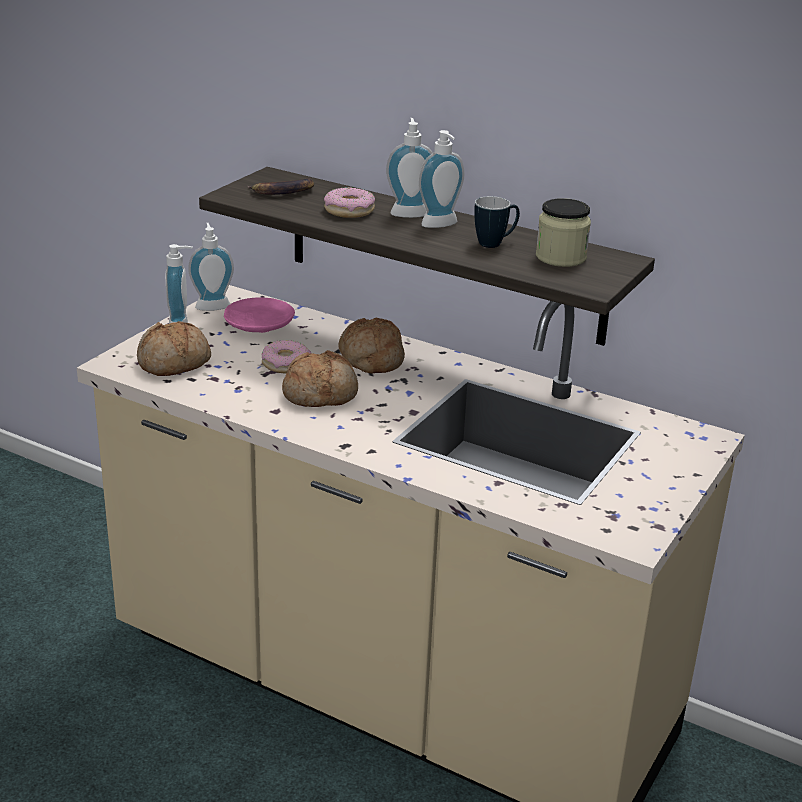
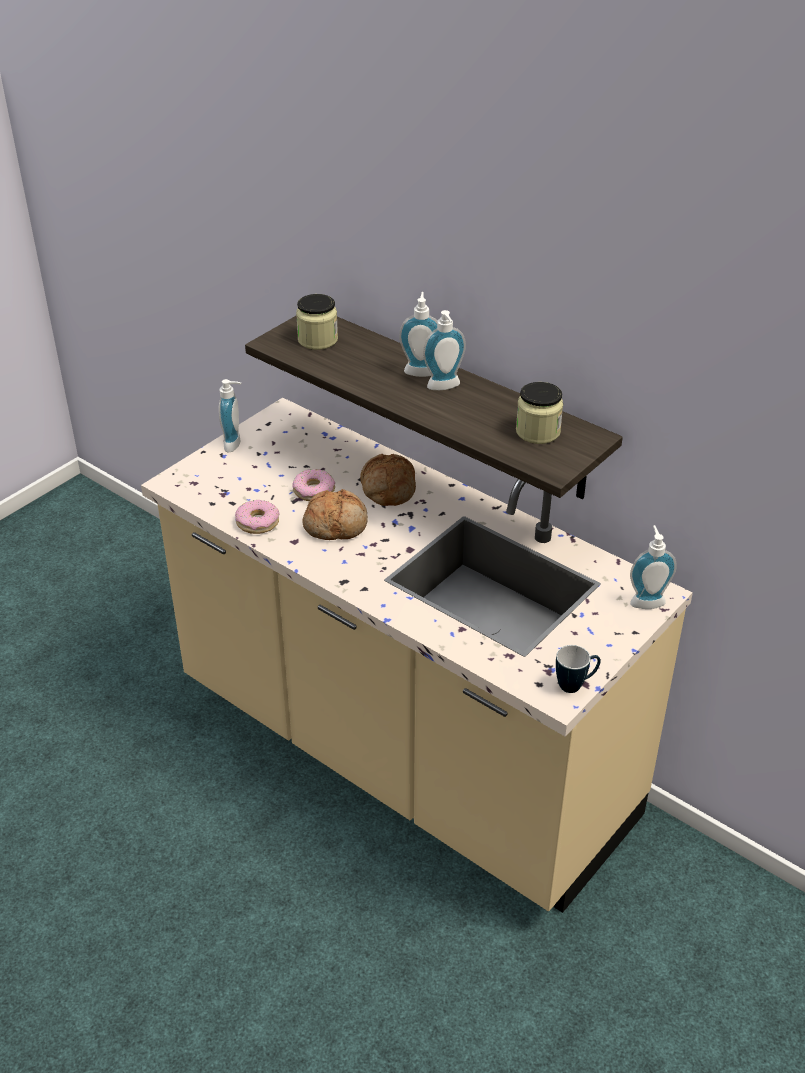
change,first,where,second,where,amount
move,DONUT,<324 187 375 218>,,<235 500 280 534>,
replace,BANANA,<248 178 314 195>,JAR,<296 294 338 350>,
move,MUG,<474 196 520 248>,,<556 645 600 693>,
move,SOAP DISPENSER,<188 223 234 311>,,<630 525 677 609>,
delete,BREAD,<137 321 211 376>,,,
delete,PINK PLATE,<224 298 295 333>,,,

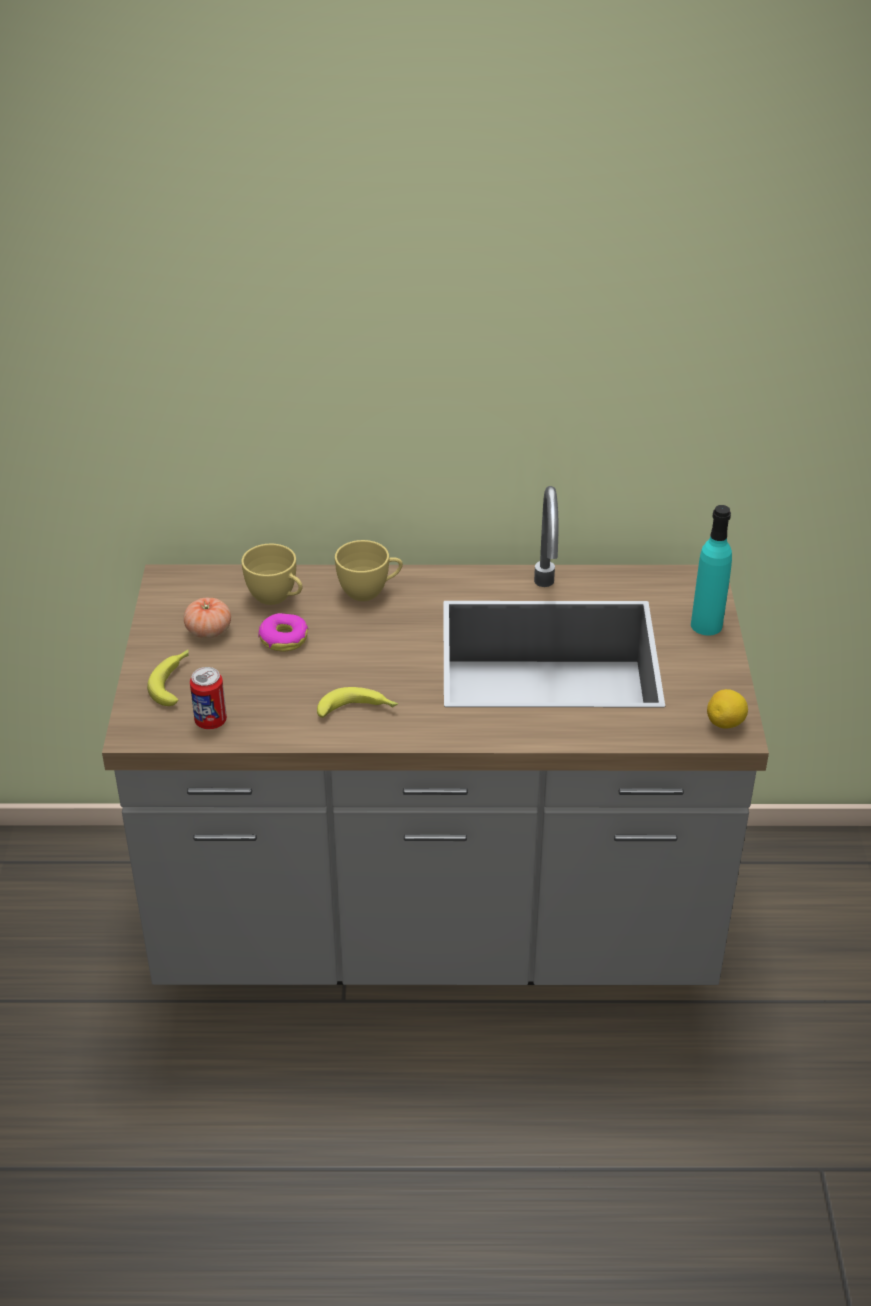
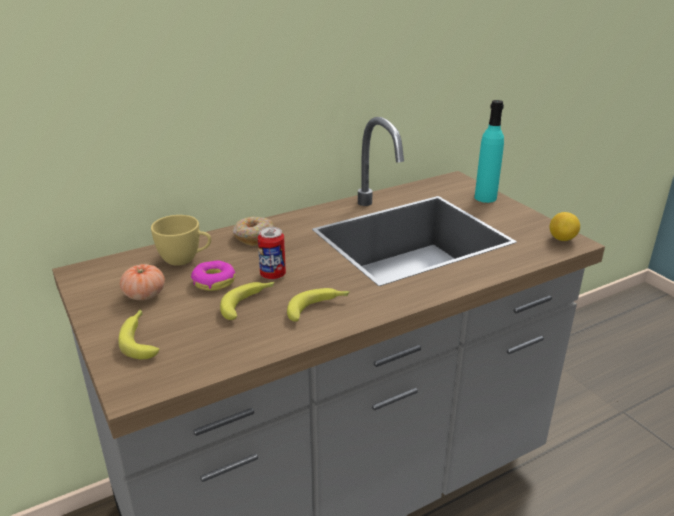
change,first,where,second,where,amount
insert,,,BANANA,<220 282 275 320>,
replace,YELLOW CUP,<335 540 403 601>,DONUT,<233 217 275 246>,
move,CAN,<190 667 227 729>,,<258 227 286 280>,

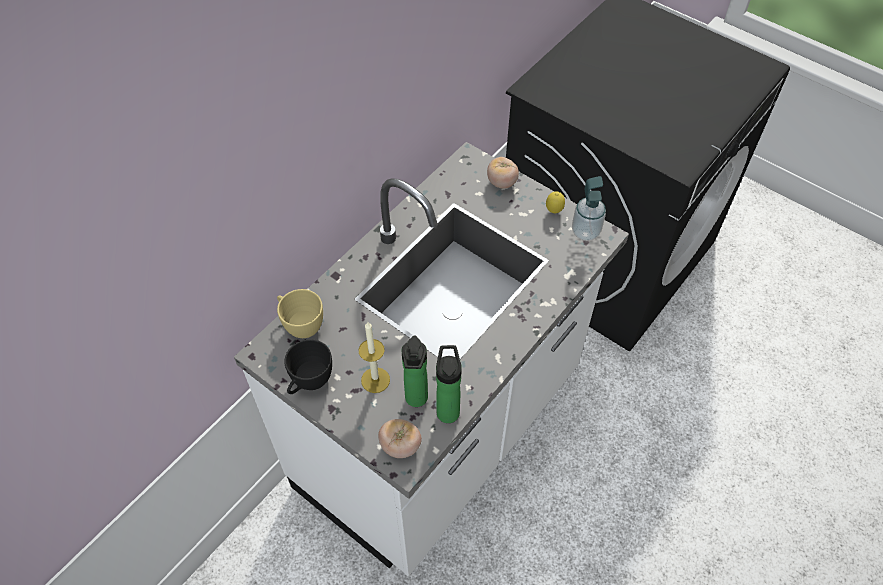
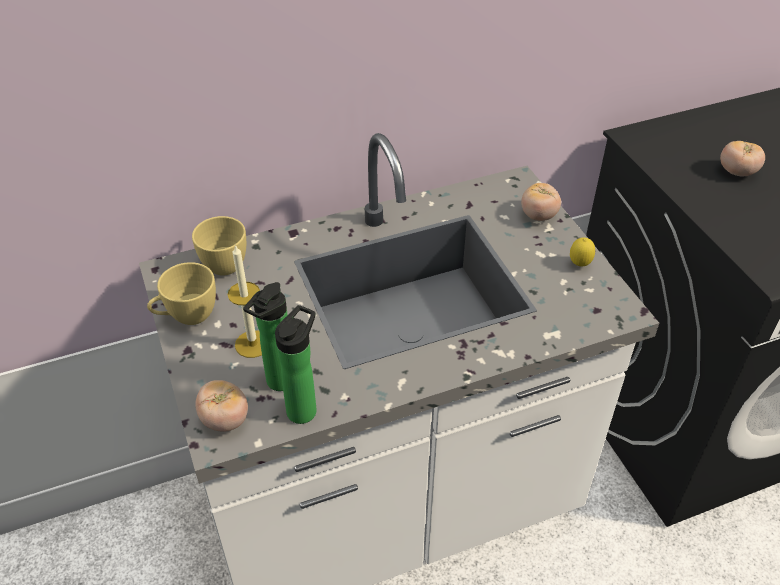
change,first,where,second,where,amount
recolor,BLACK CUP,<284 339 332 394>,YELLOW CUP,<147 262 216 325>,
insert,,,TOMATO,<720 141 765 176>,
delete,SOAP DISPENSER,<572 176 606 241>,,,

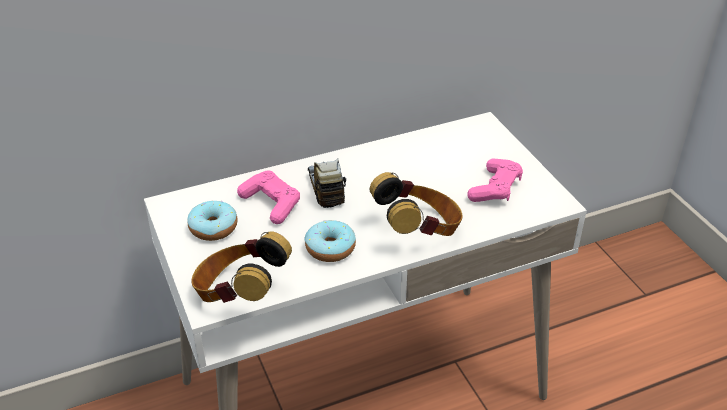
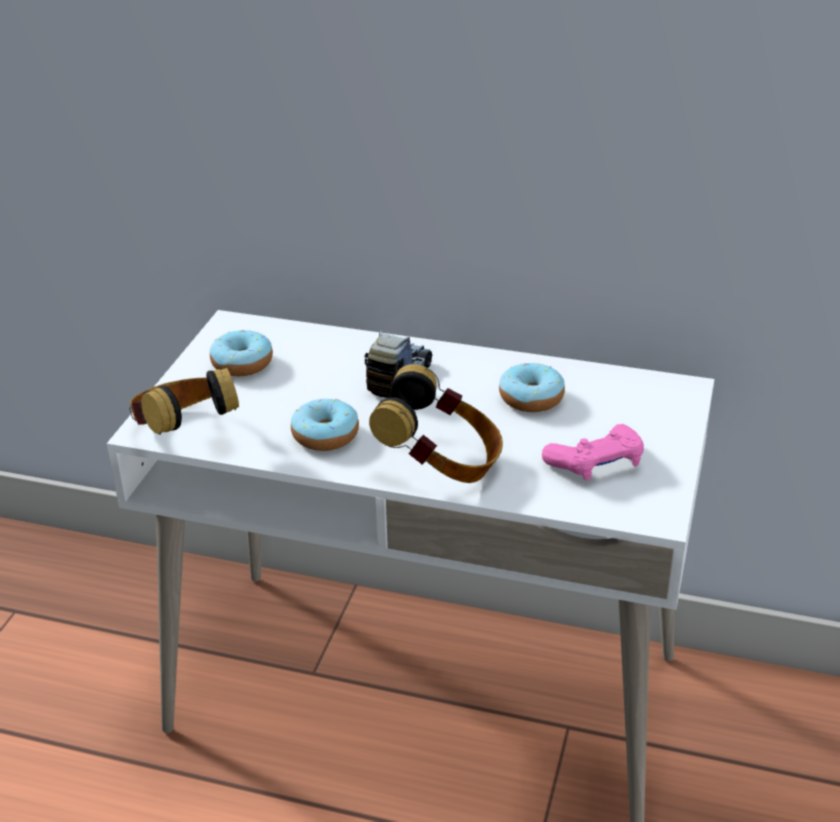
change,first,where,second,where,amount
insert,,,DONUT,<499 363 565 412>,
delete,PINK GAME CONTROLLER,<237 171 300 224>,,,

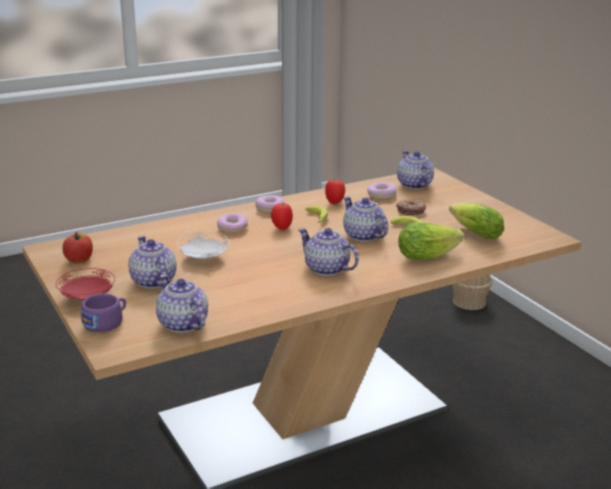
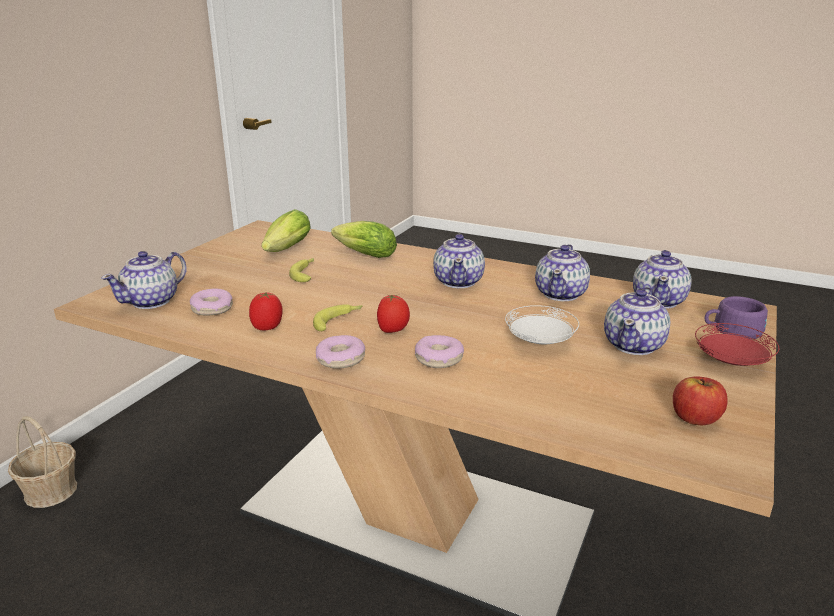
change,first,where,second,where,amount
move,TEAPOT,<343 197 388 242>,,<535 244 590 301>,
delete,DONUT,<396 199 426 215>,,,

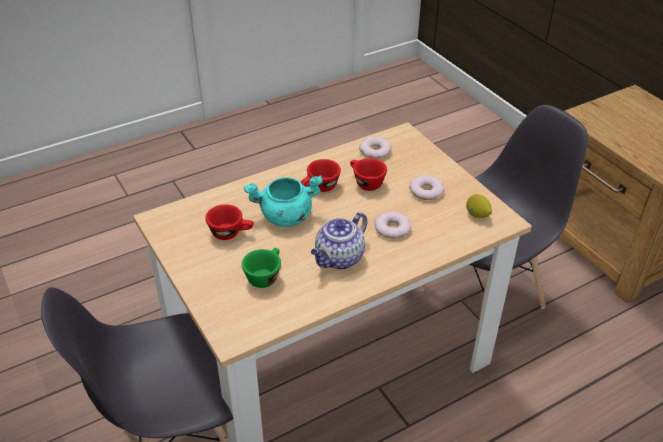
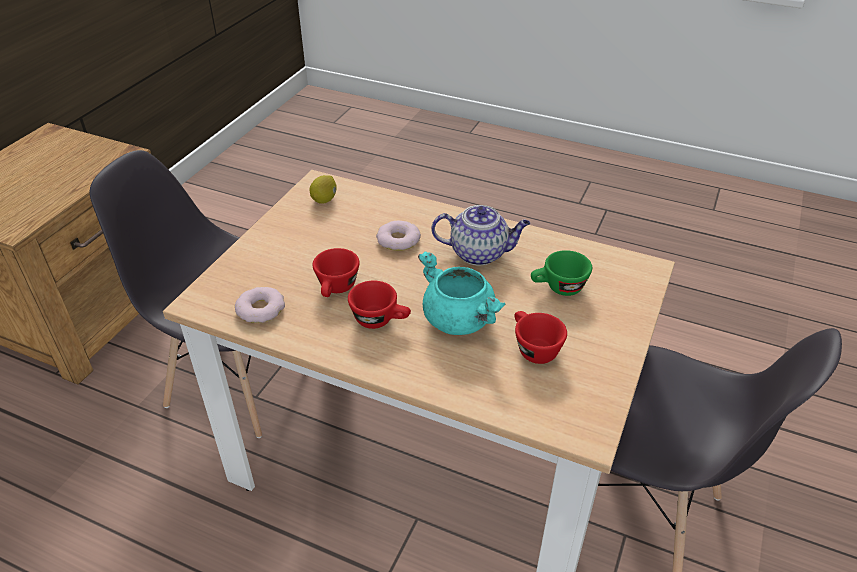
change,first,where,second,where,amount
delete,DONUT,<409 176 445 200>,,,

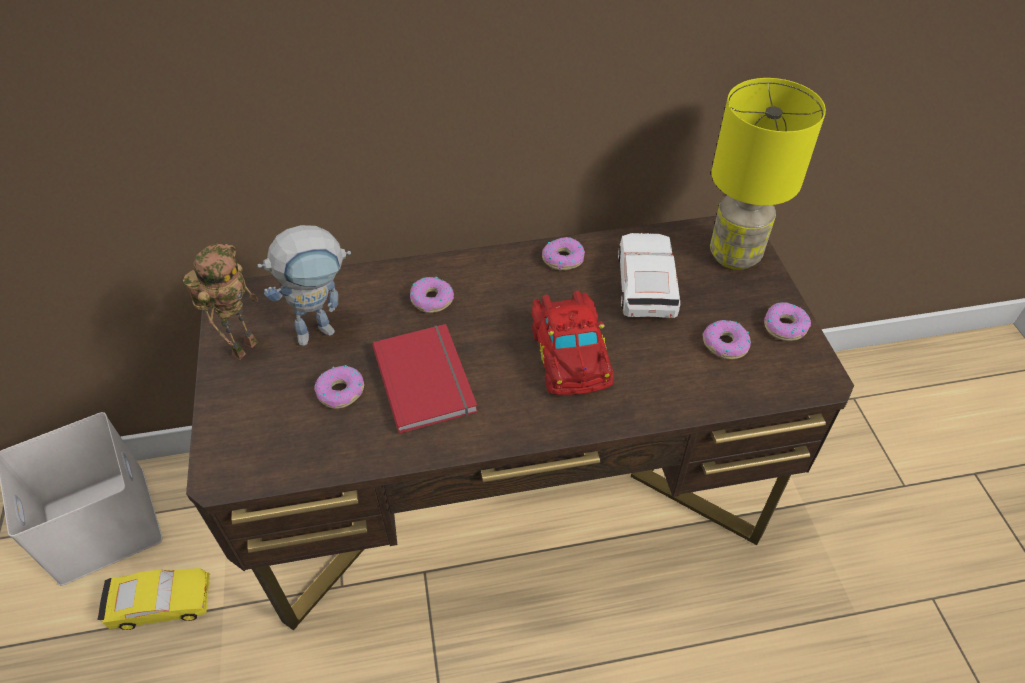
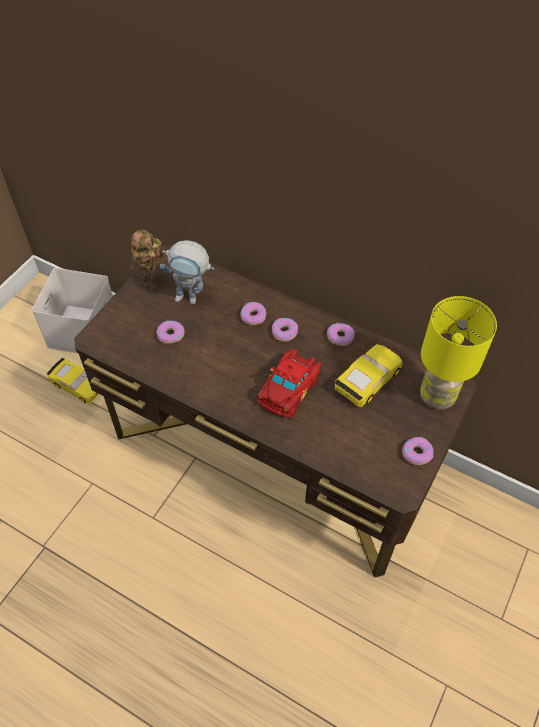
change,first,where,second,where,amount
rotate,TOY ROBOT,<183 244 258 360>,,<130 230 163 291>,60 degrees clockwise
move,DONUT,<702 320 751 359>,,<272 318 298 342>,
recolor,WHITE TOY CAR,<618 233 681 318>,YELLOW TOY CAR,<335 344 403 407>,
delete,RED BOOK,<372 324 478 434>,,,

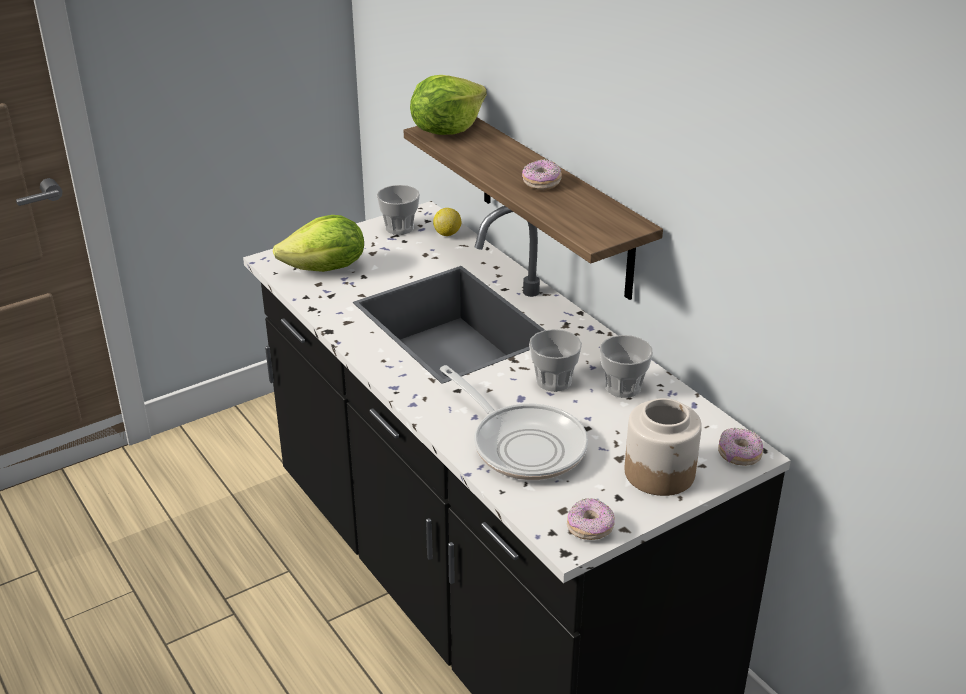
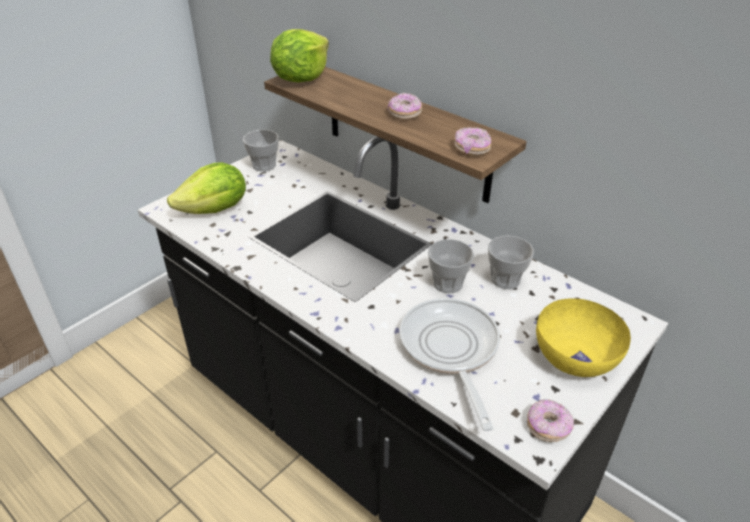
change,first,where,second,where,amount
rotate,FRYING PAN,<440 365 588 480>,,<399 298 500 431>,135 degrees counterclockwise
move,DONUT,<718 428 763 466>,,<454 127 491 155>,
replace,JAR,<625 398 702 496>,YELLOW BOWL,<536 298 631 377>,
delete,LEMON,<433 208 462 236>,,,

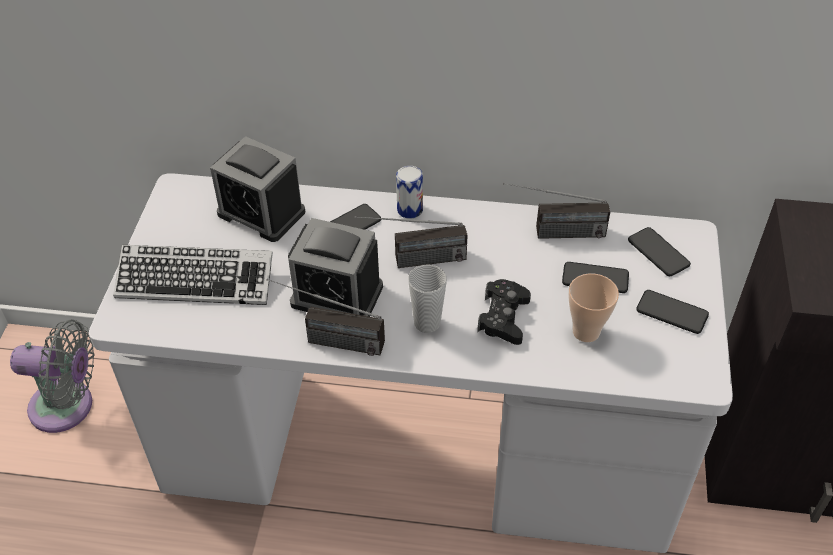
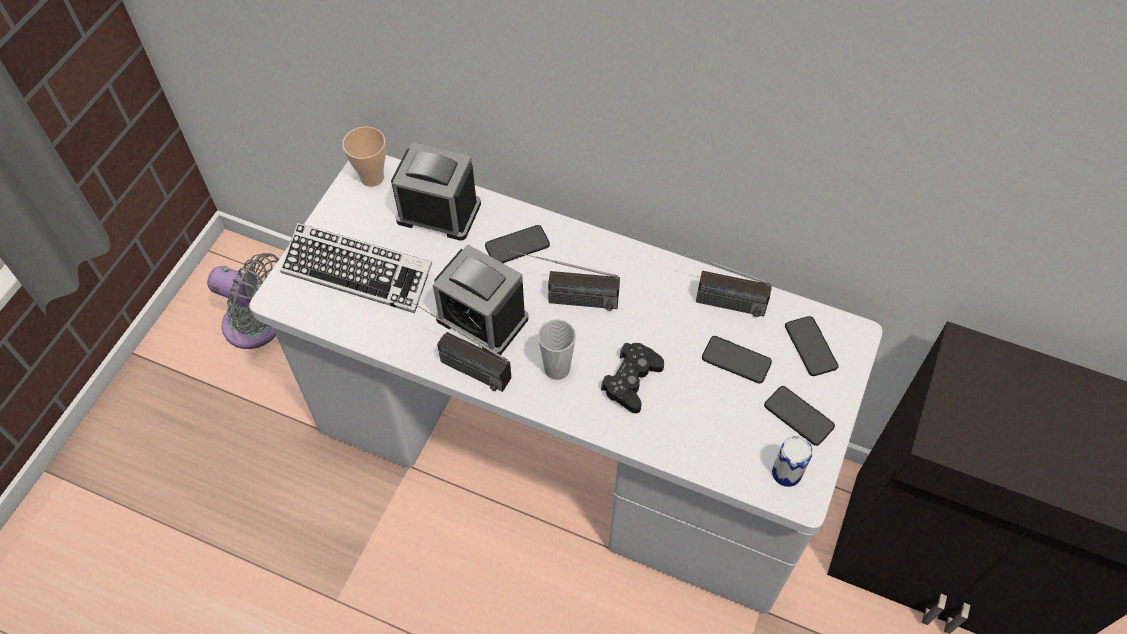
change,first,where,second,where,amount
move,CUP,<568 274 619 342>,,<342 127 386 187>,
rotate,ALARM CLOCK,<210 136 305 242>,,<391 143 481 241>,150 degrees clockwise
move,CAN,<396 166 423 219>,,<772 436 813 487>,

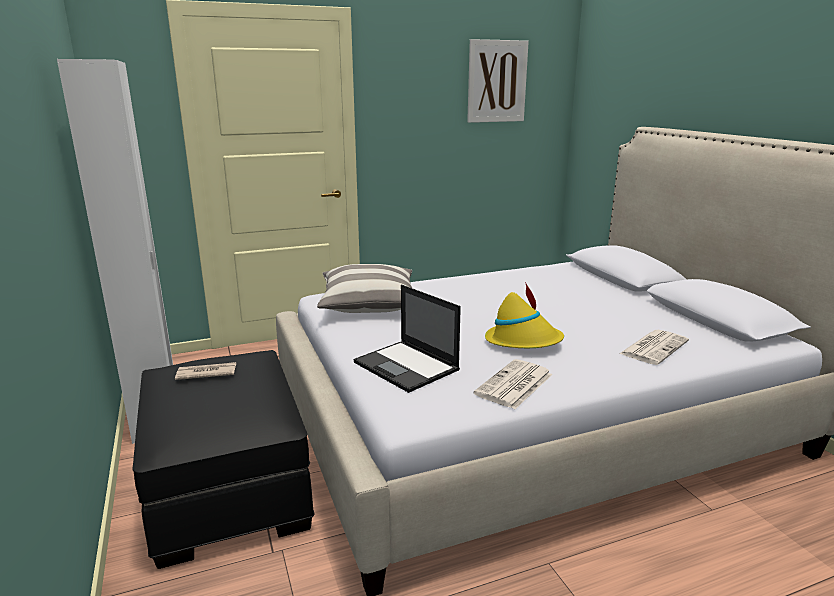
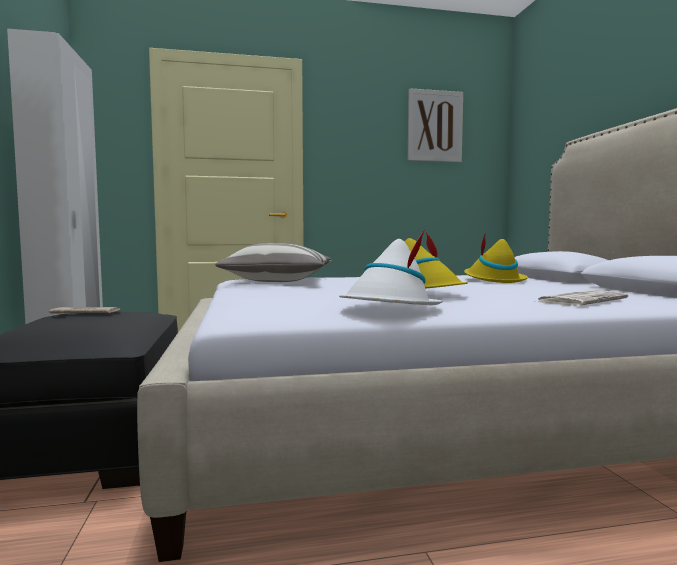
change,first,where,second,where,amount
replace,NEWSPAPER,<474 359 552 409>,WHITE HAT,<339 230 443 305>,
insert,,,YELLOW HAT,<464 235 528 283>,
delete,LAPTOP,<354 284 461 393>,,,

